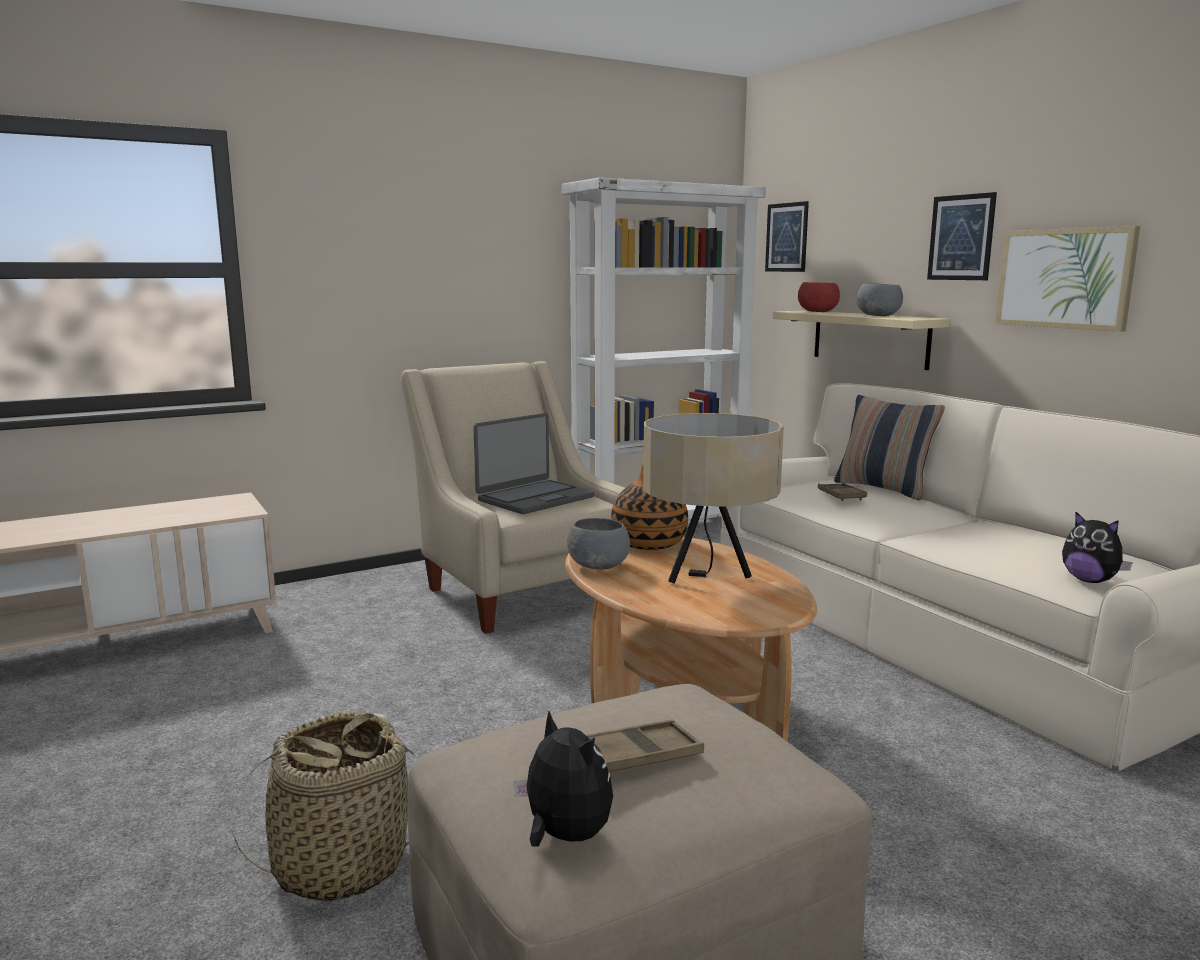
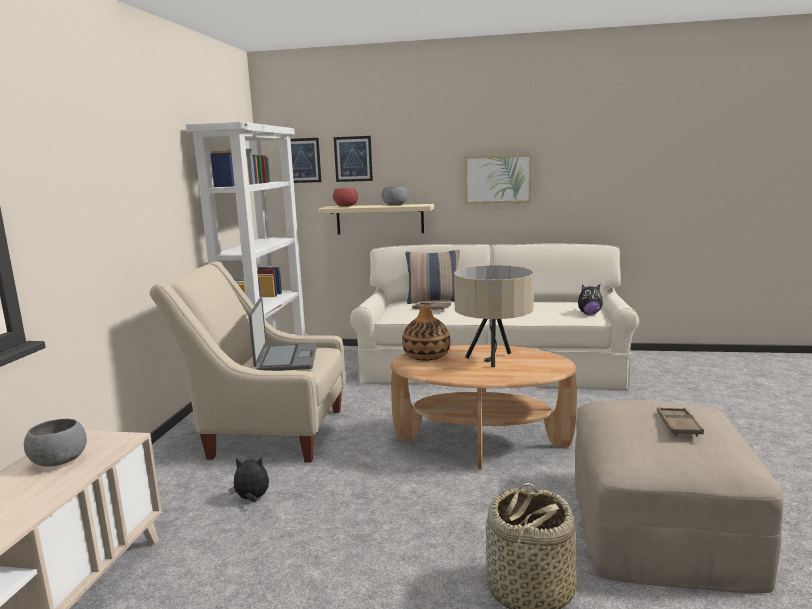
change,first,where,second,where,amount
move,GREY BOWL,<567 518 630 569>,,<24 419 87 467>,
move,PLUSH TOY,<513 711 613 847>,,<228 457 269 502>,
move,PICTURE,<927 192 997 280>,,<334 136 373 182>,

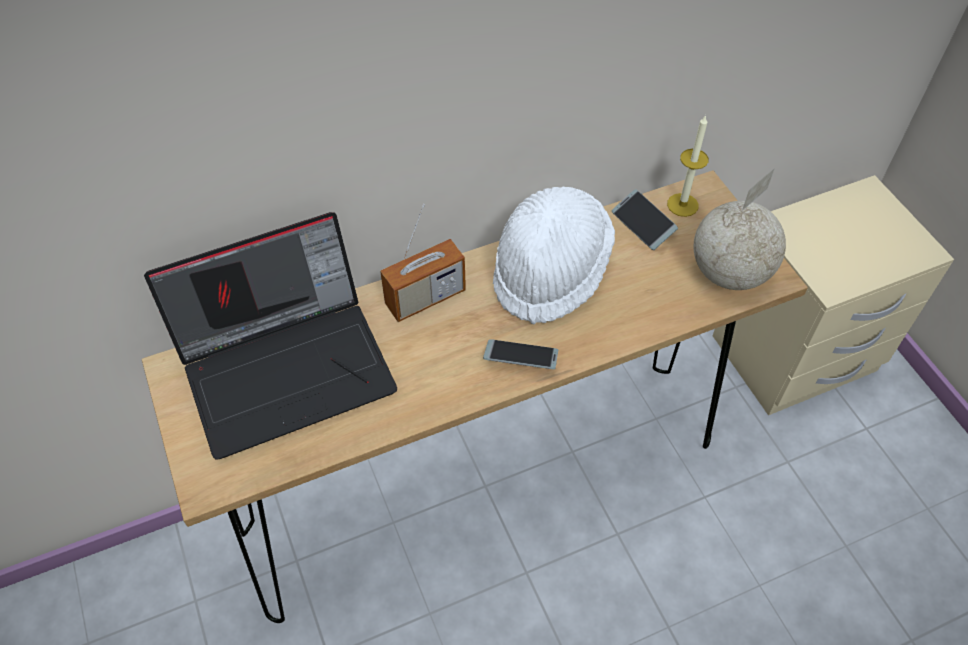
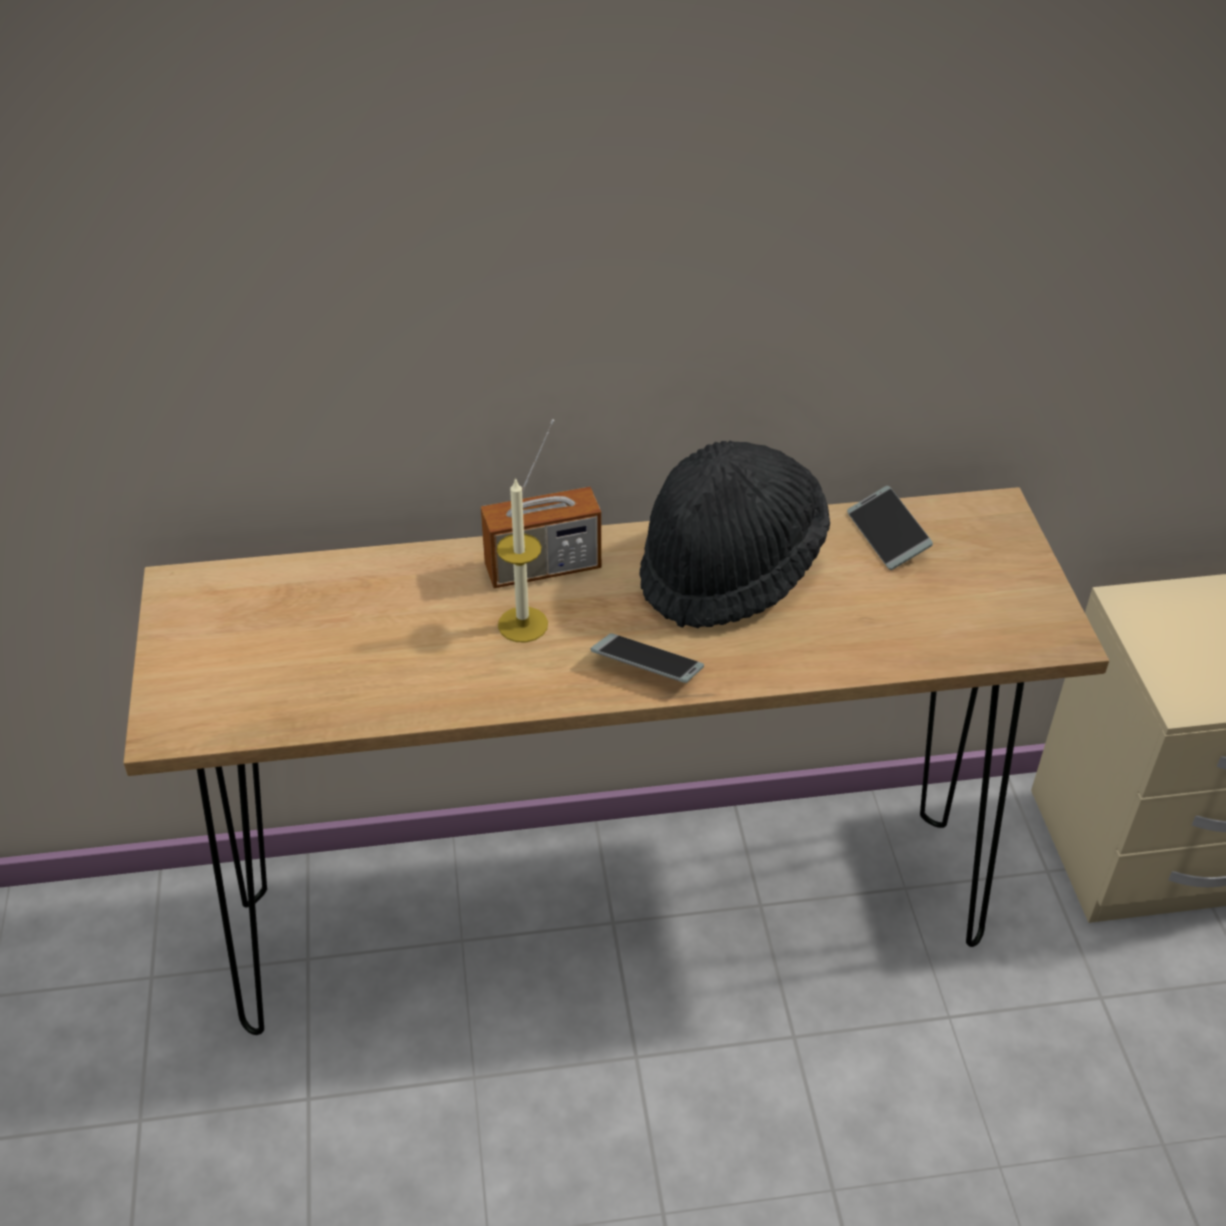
change,first,where,second,where,amount
move,CANDLE,<667 115 709 217>,,<497 477 548 643>,
recolor,WHITE HAT,<493 186 615 325>,BLACK HAT,<639 440 830 628>,
delete,LAPTOP,<144 212 397 460>,,,
delete,GLOBE,<694 168 786 290>,,,

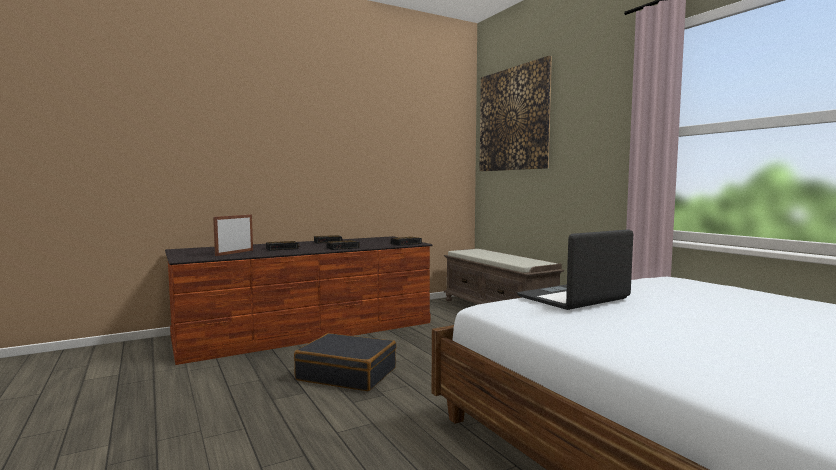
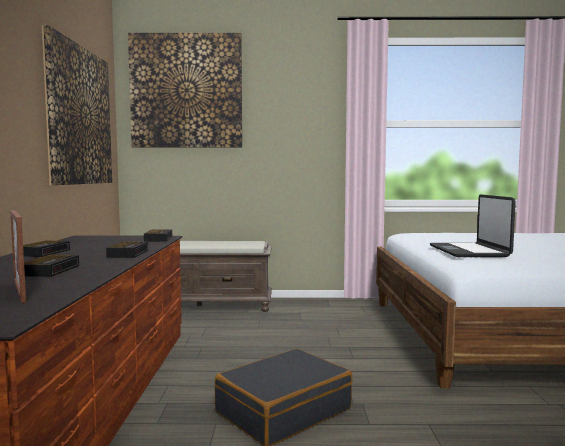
change,first,where,second,where,amount
insert,,,PICTURE,<42 25 112 185>,

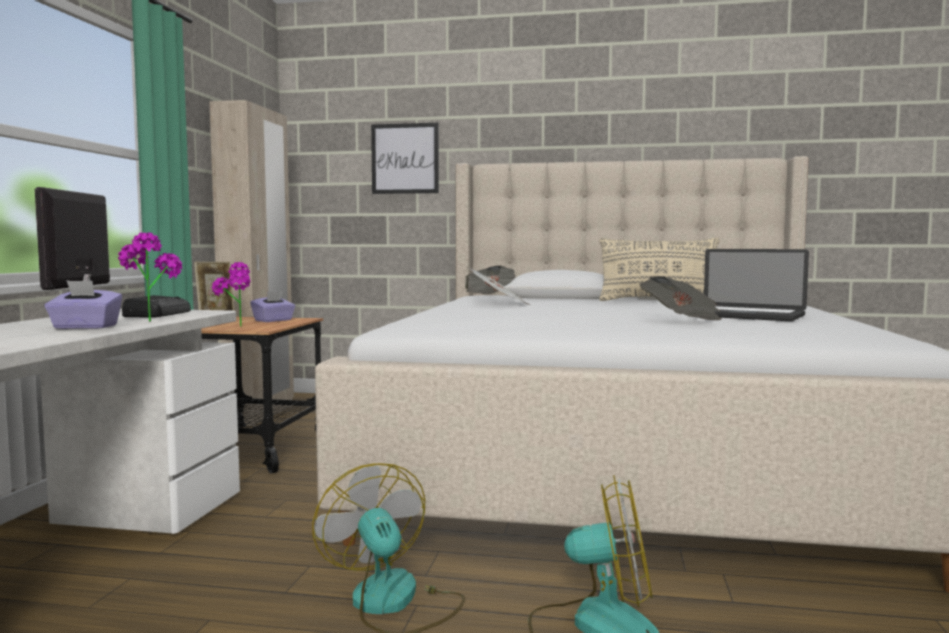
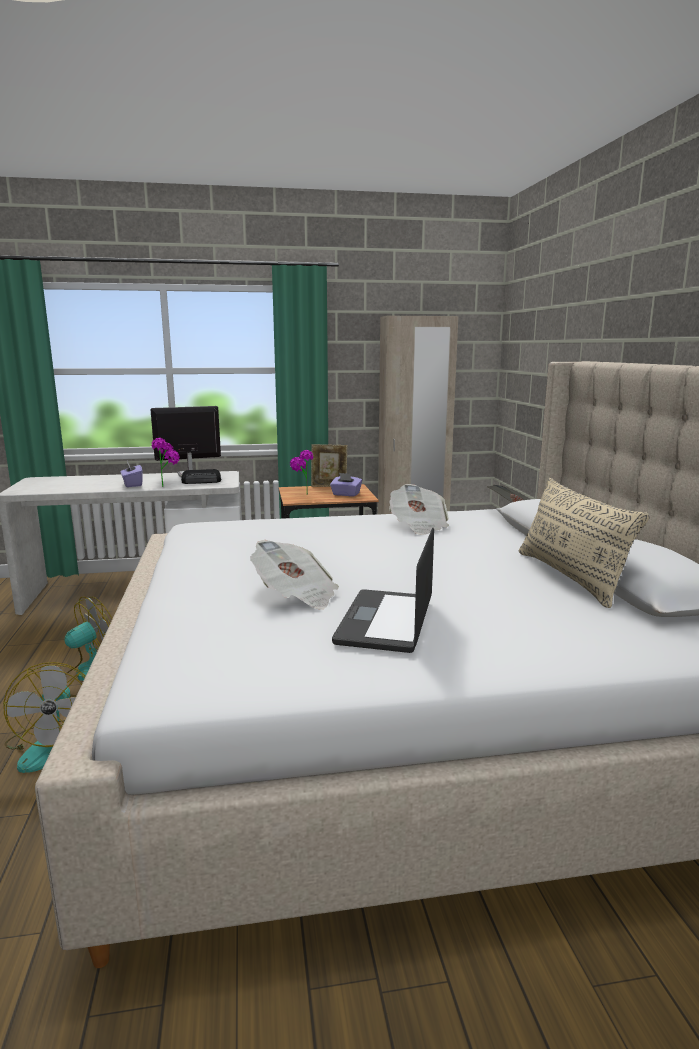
change,first,where,second,where,amount
delete,PICTURE,<371 123 439 194>,,,

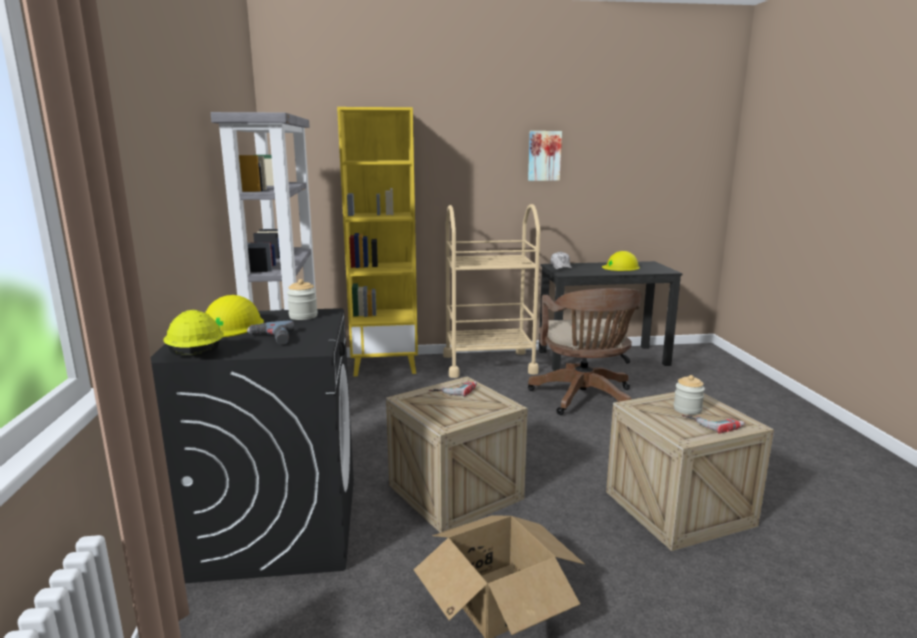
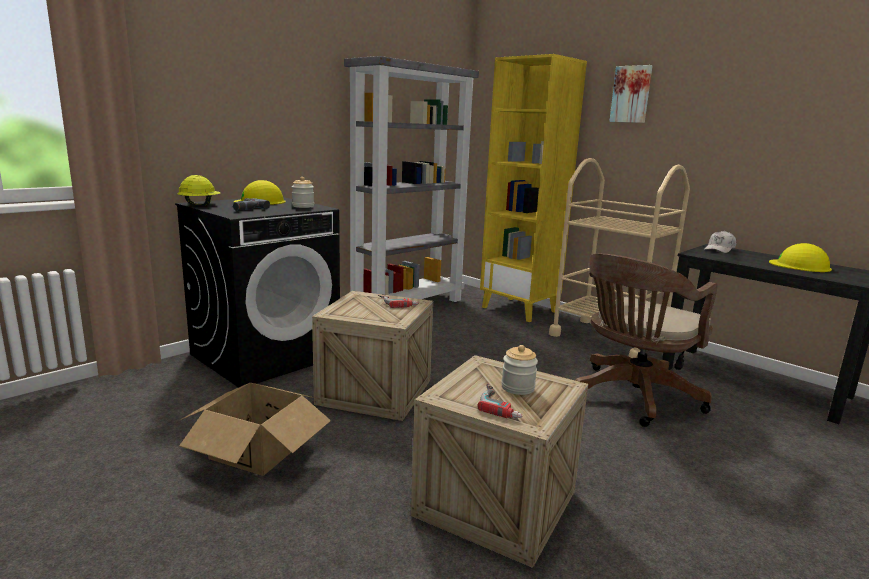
change,first,where,second,where,amount
move,PICTURE,<528 131 562 181>,,<609 65 653 123>,

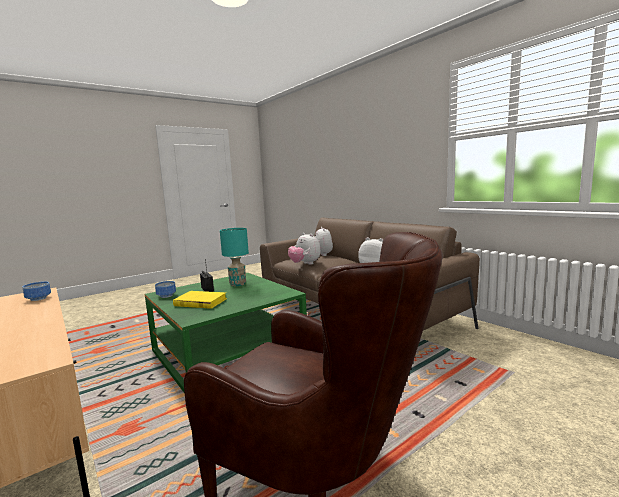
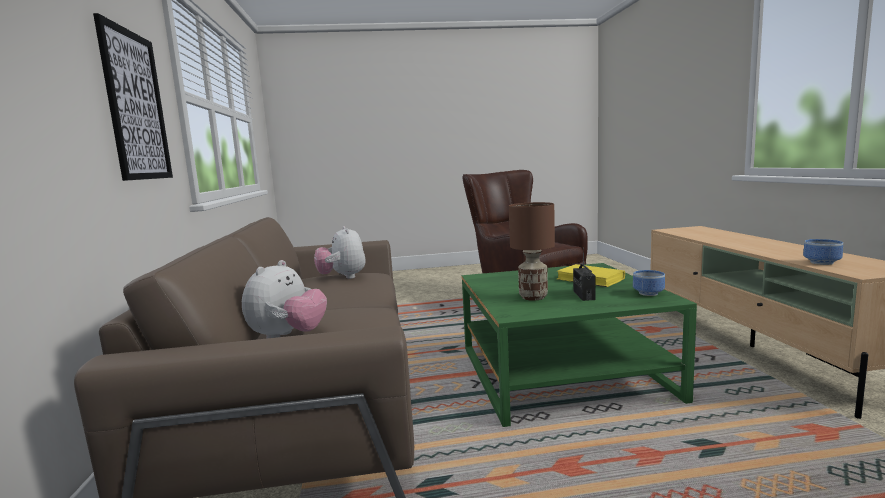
change,first,where,second,where,amount
insert,,,PICTURE,<93 13 173 181>,
recolor,TURQUOISE TABLE LAMP,<220 228 249 286>,BROWN TABLE LAMP,<509 202 555 301>,
delete,PLUSH TOY,<288 233 321 265>,,,

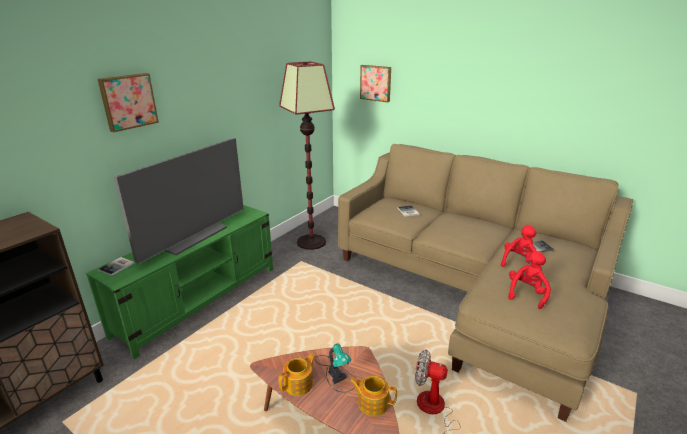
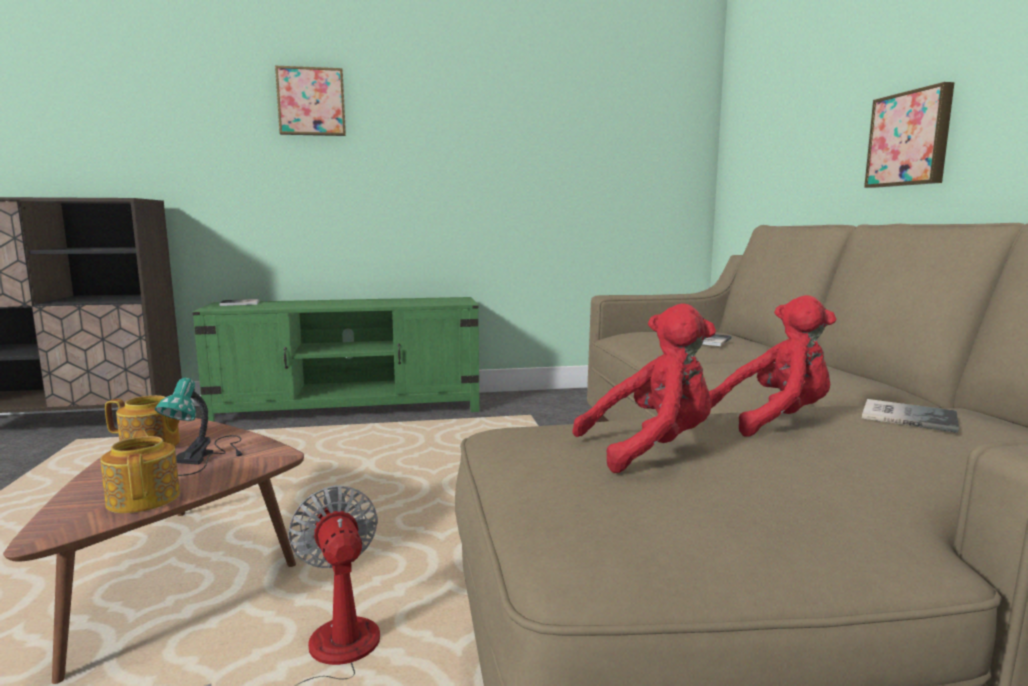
change,first,where,second,where,amount
move,PICTURE,<360 65 391 102>,,<864 82 955 188>,
delete,TELEVISION,<114 138 244 264>,,,
delete,FLOOR LAMP,<279 61 335 250>,,,

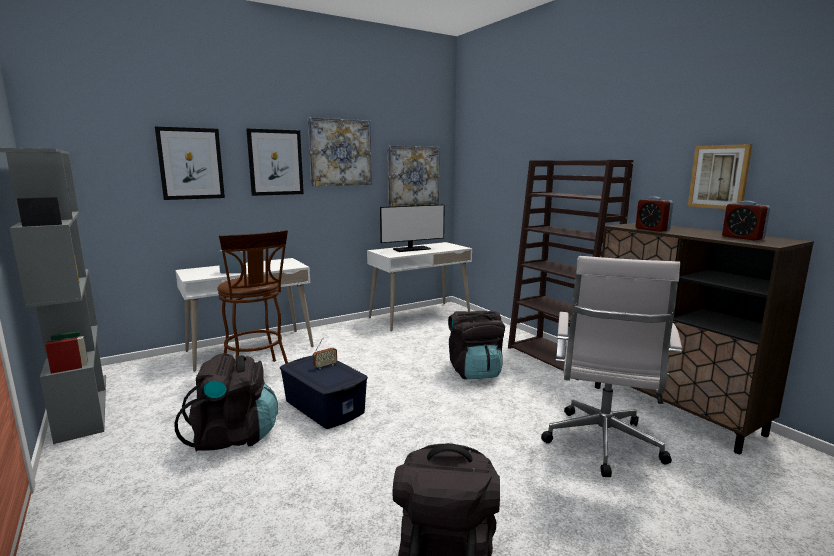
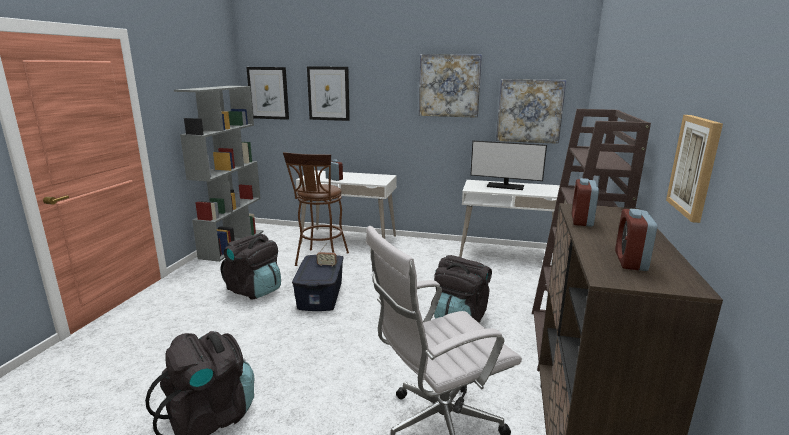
change,first,where,second,where,amount
move,PICTURE,<246 129 304 196>,,<246 67 289 120>,

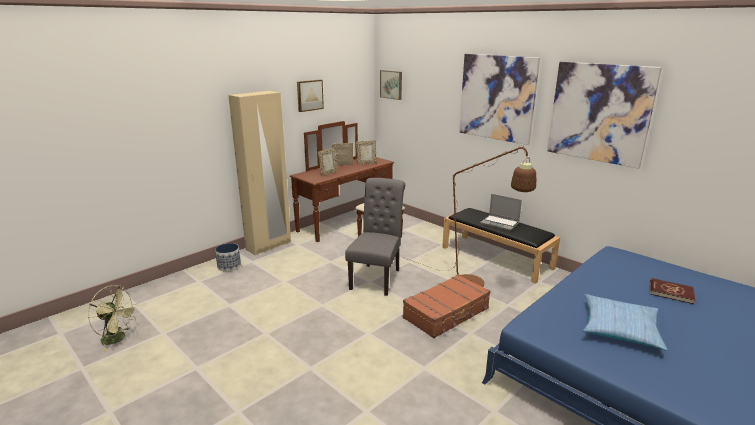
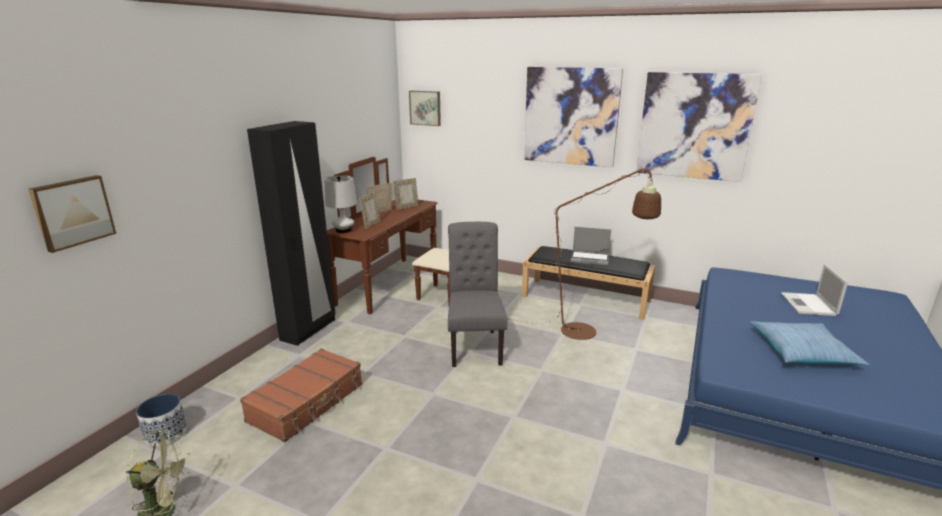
change,first,where,second,where,amount
move,PICTURE,<297 79 324 112>,,<28 175 116 253>,
move,PLANTER,<215 243 241 272>,,<136 394 187 446>,
move,BROWN SUITCASE,<403 274 490 338>,,<240 348 362 442>,
recolor,BEIGE WARDROBE,<228 91 291 255>,BLACK WARDROBE,<247 121 335 346>,
insert,,,WHITE TABLE LAMP,<324 175 357 233>,
replace,RED BOOK,<649 278 695 304>,LAPTOP,<781 264 848 316>,

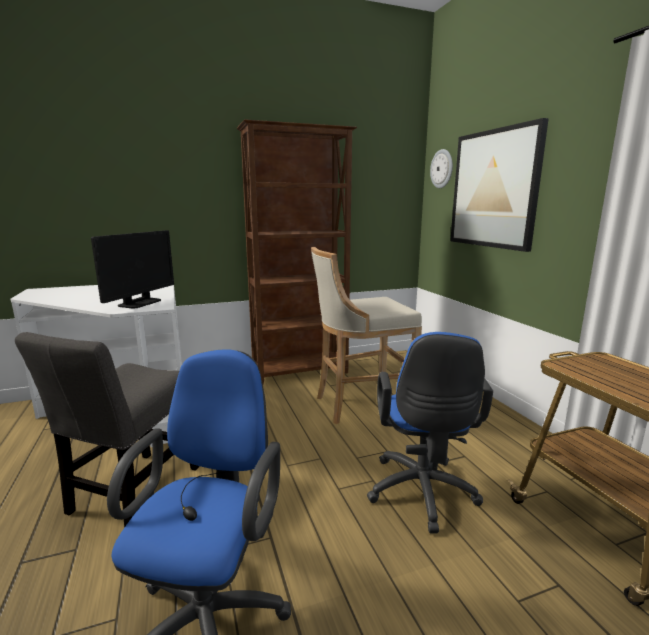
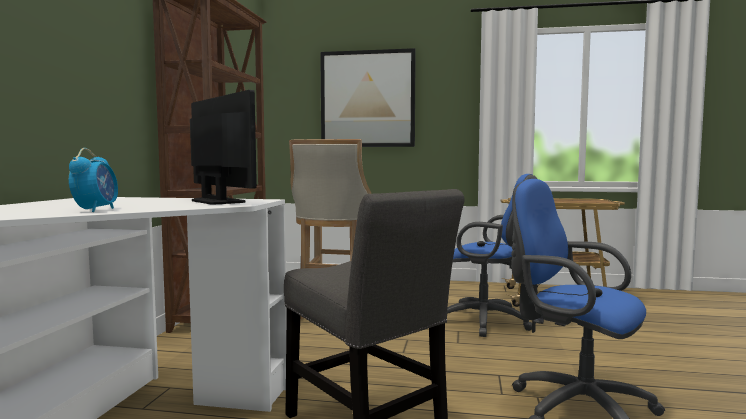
change,first,where,second,where,amount
insert,,,ALARM CLOCK,<69 148 118 212>,
delete,WALL CLOCK,<430 149 453 188>,,,

